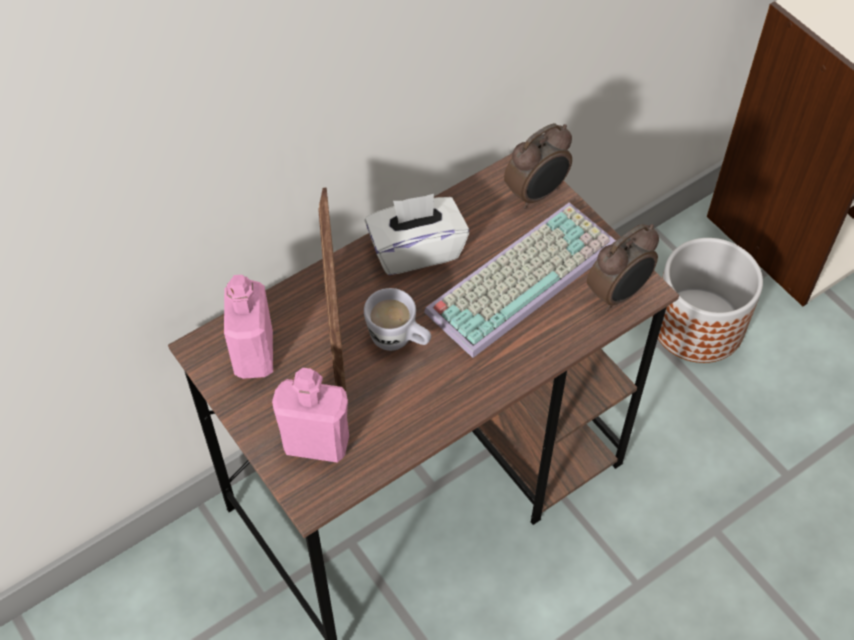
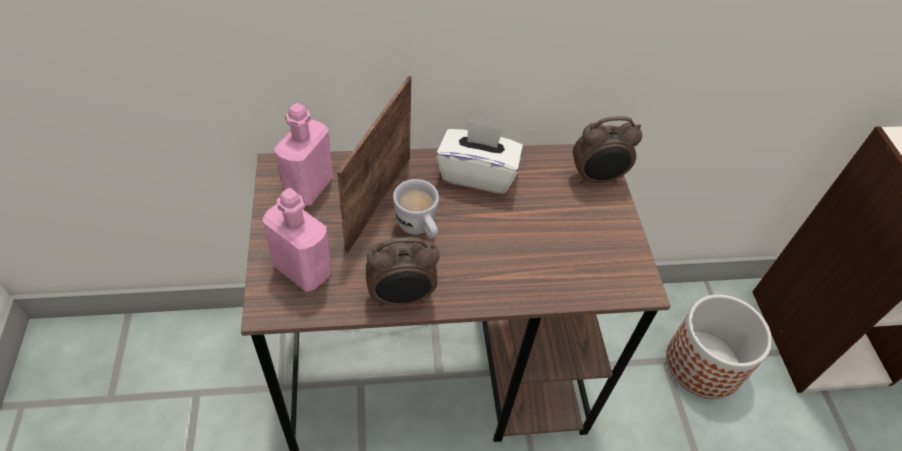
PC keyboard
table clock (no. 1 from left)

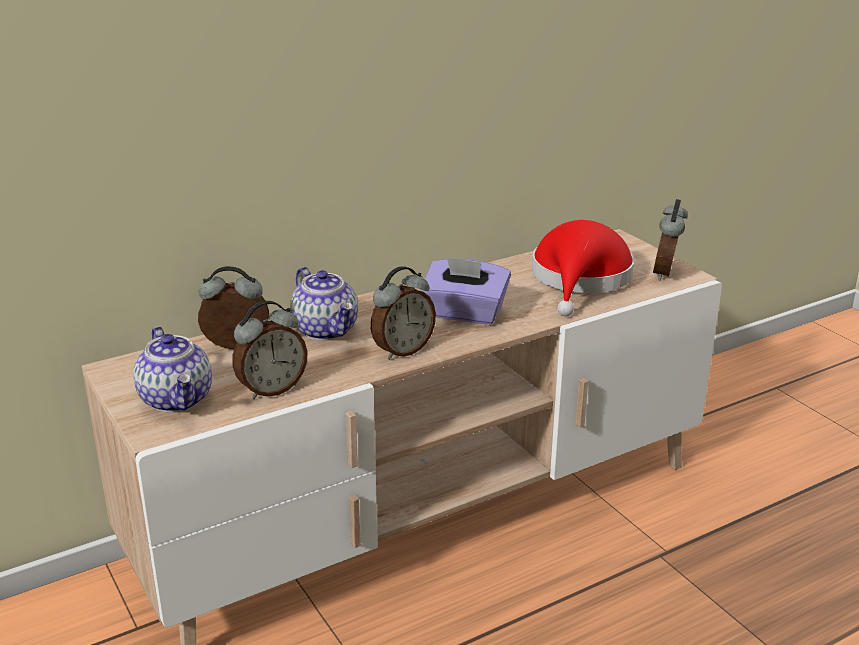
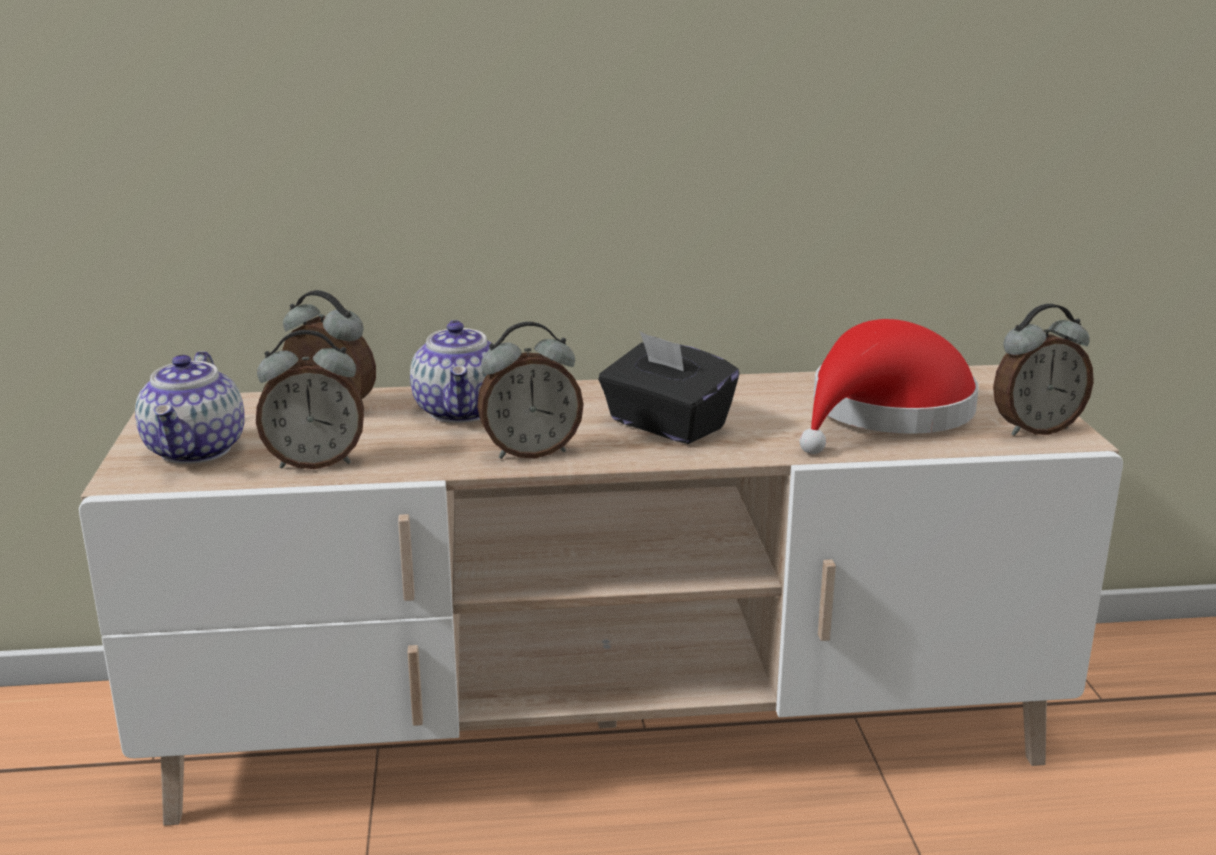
table clock (no. 4 from left)
blackish tissue holder

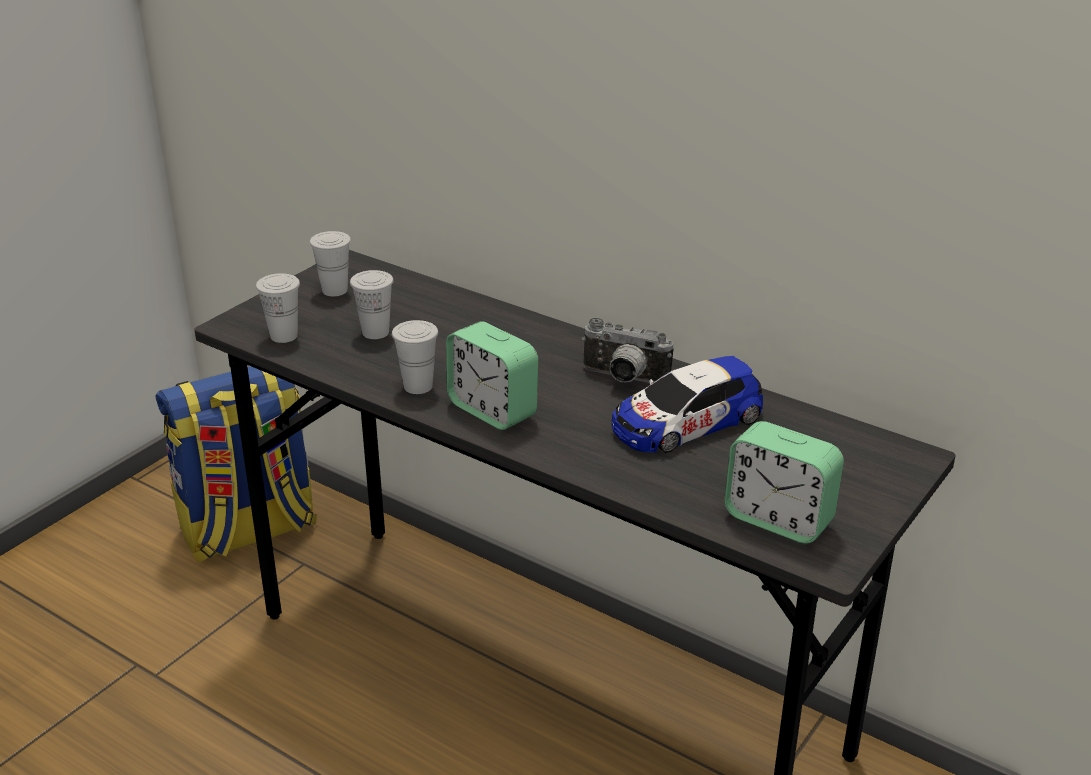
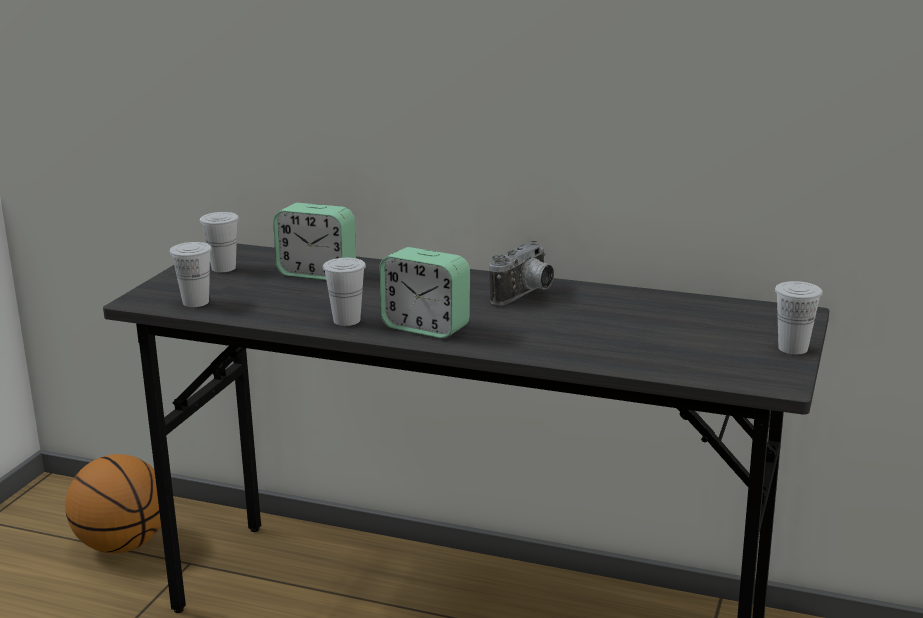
white-coloured cup (no. 4 from left)
photo camera
toy car
basketball ball
table clock (no. 1 from left)

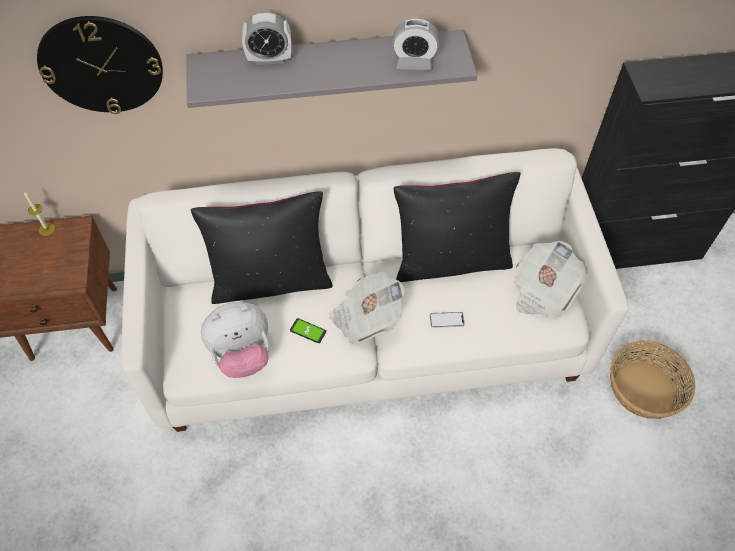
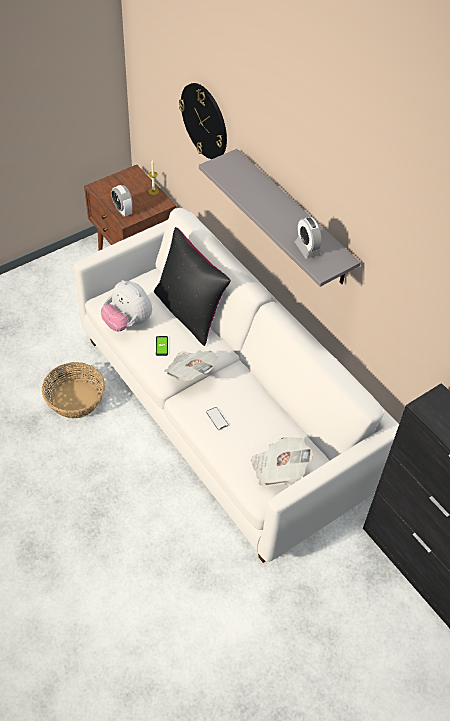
table clock (no. 1 from left)
blackish throw pillow (no. 2 from left in the first image)
storage basket

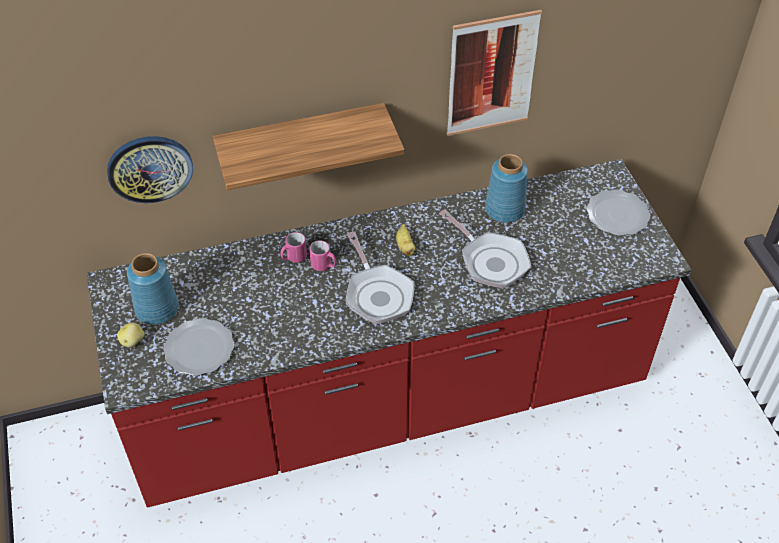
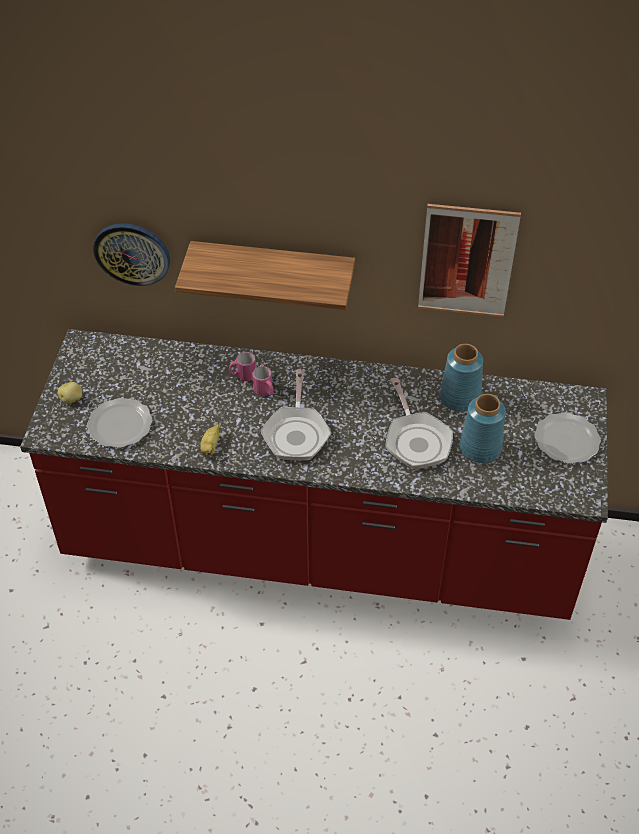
whole banana
blue decorative vase (no. 2 from left)

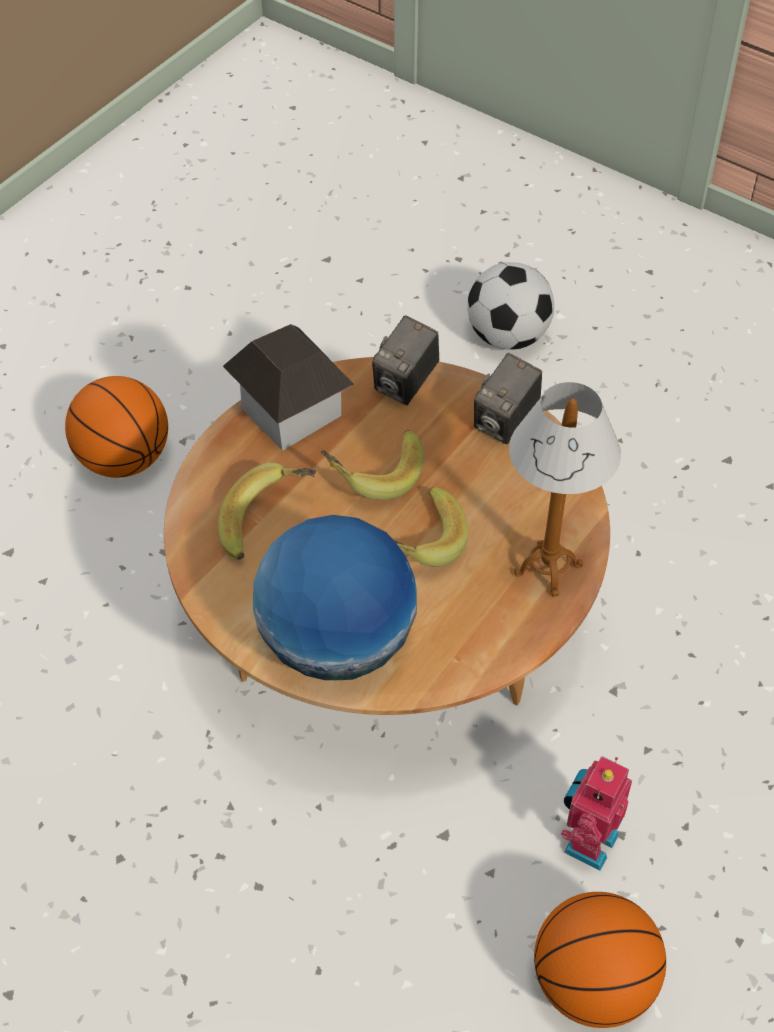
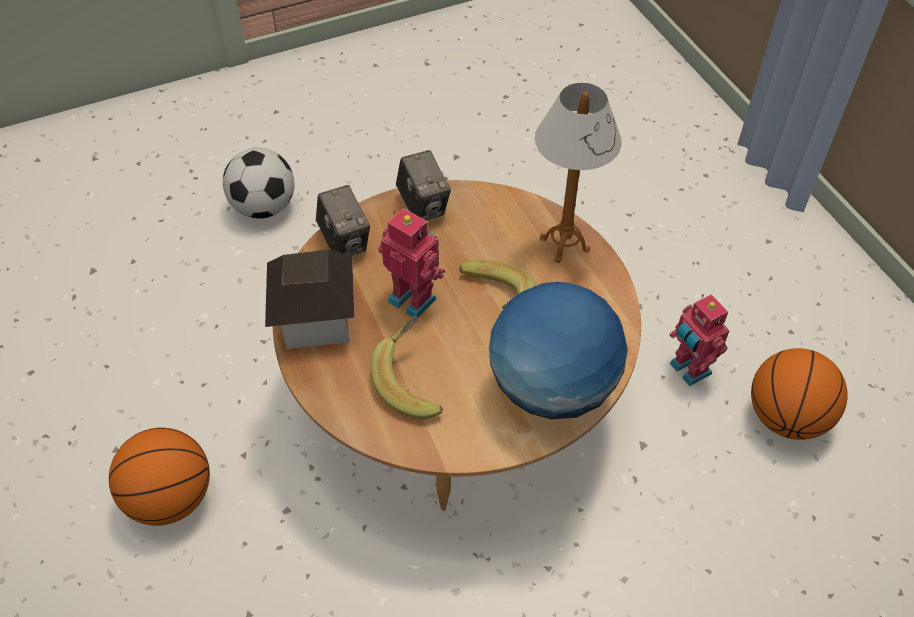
toy robot (no. 1 from left)

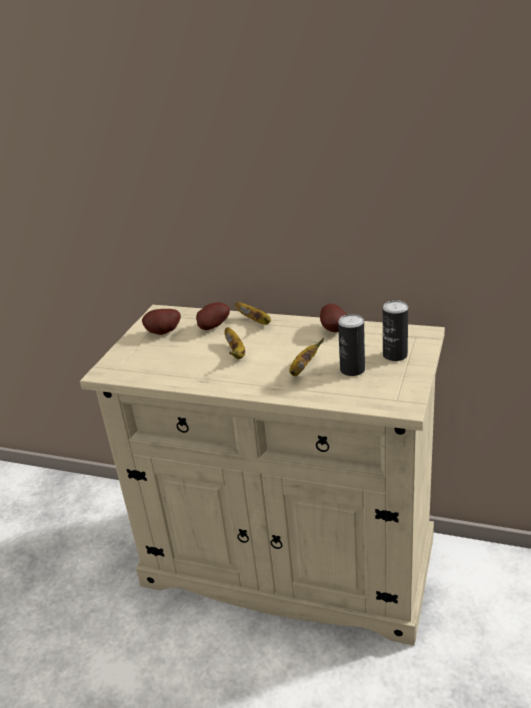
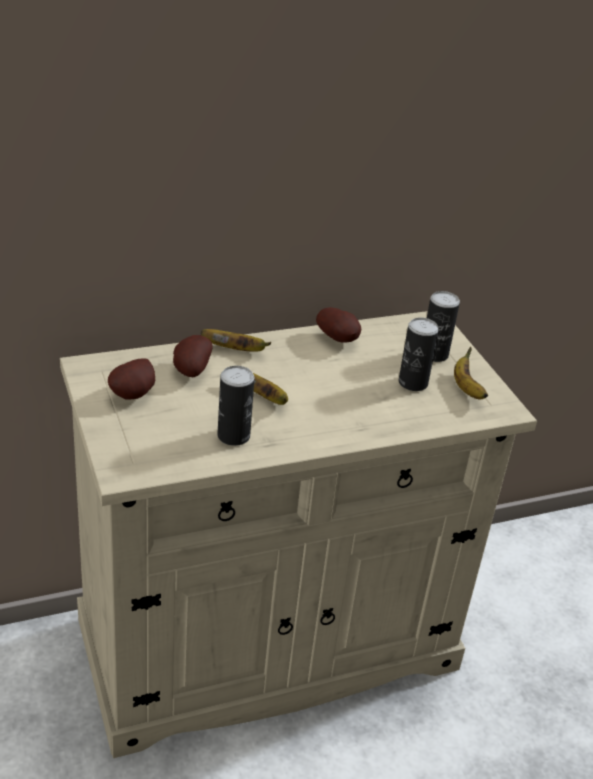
whole banana (no. 3 from left)
metal can (no. 1 from left)

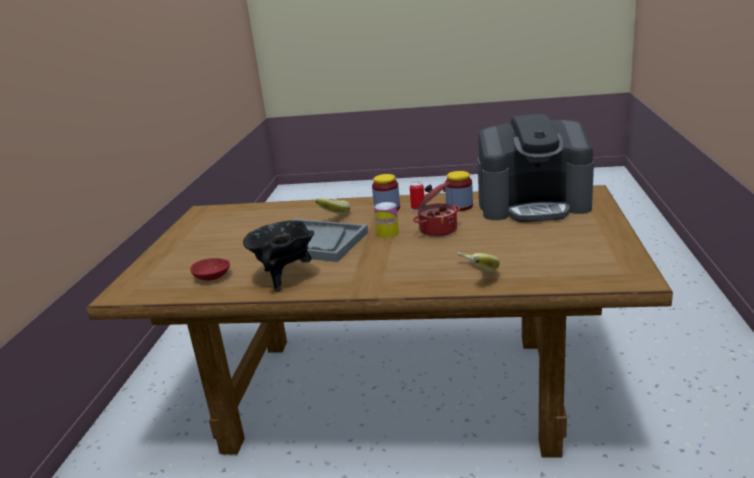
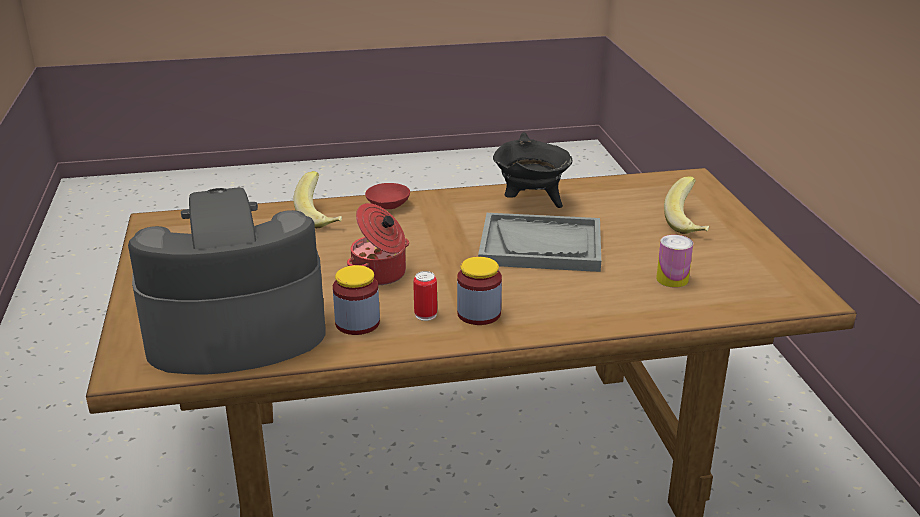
whole banana (no. 2 from left)
metal can (no. 2 from left)
red-coloured deep dish

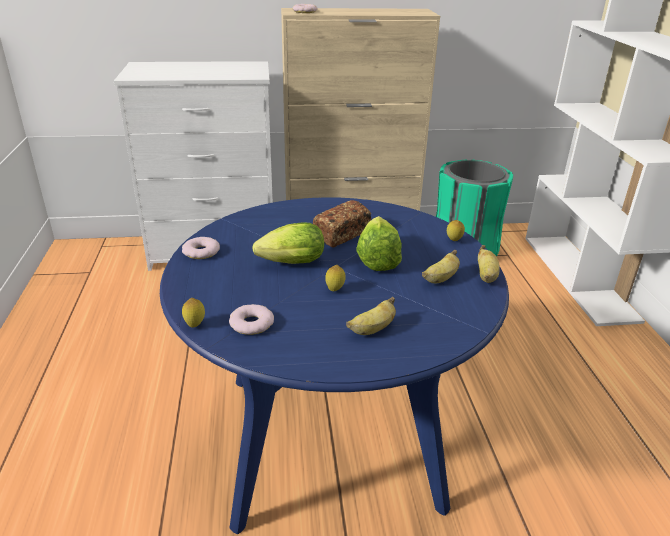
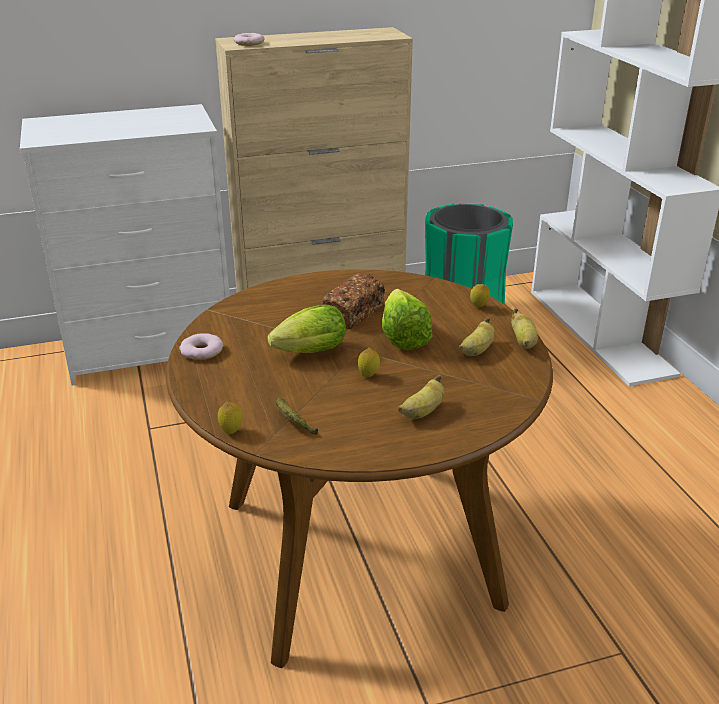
brown dining table
whole banana (no. 1 from left)

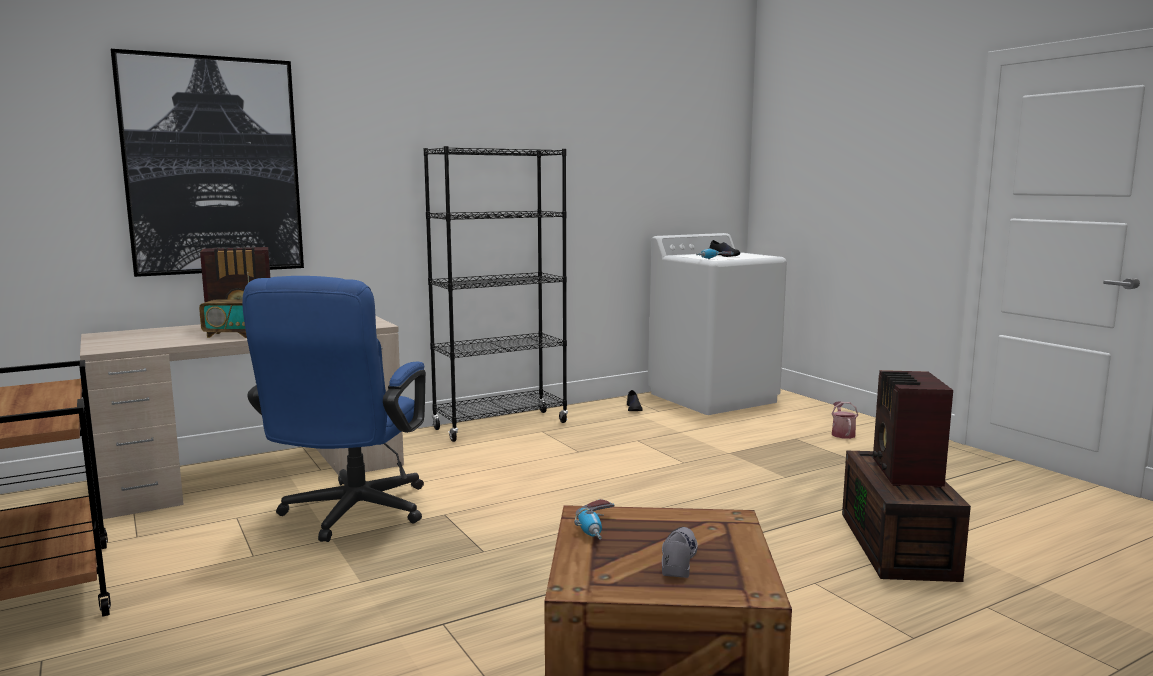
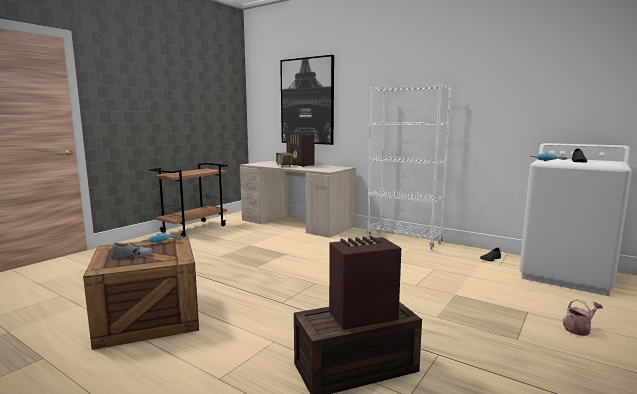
white-coloured bookcase
blue computer chair

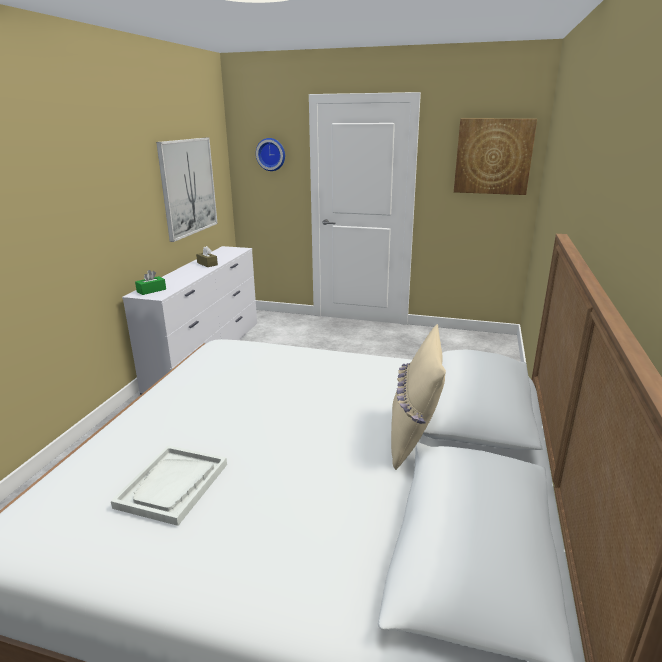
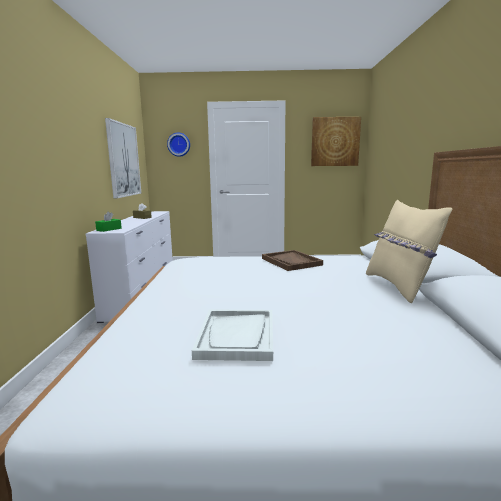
brown carrying tray

